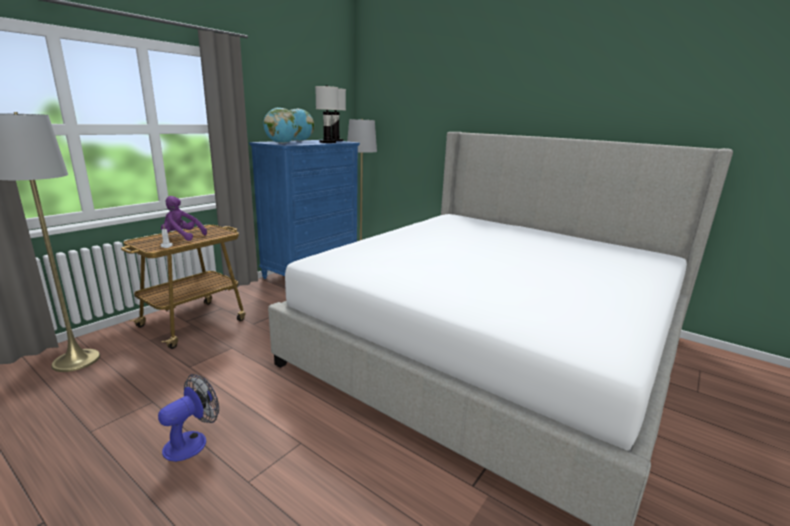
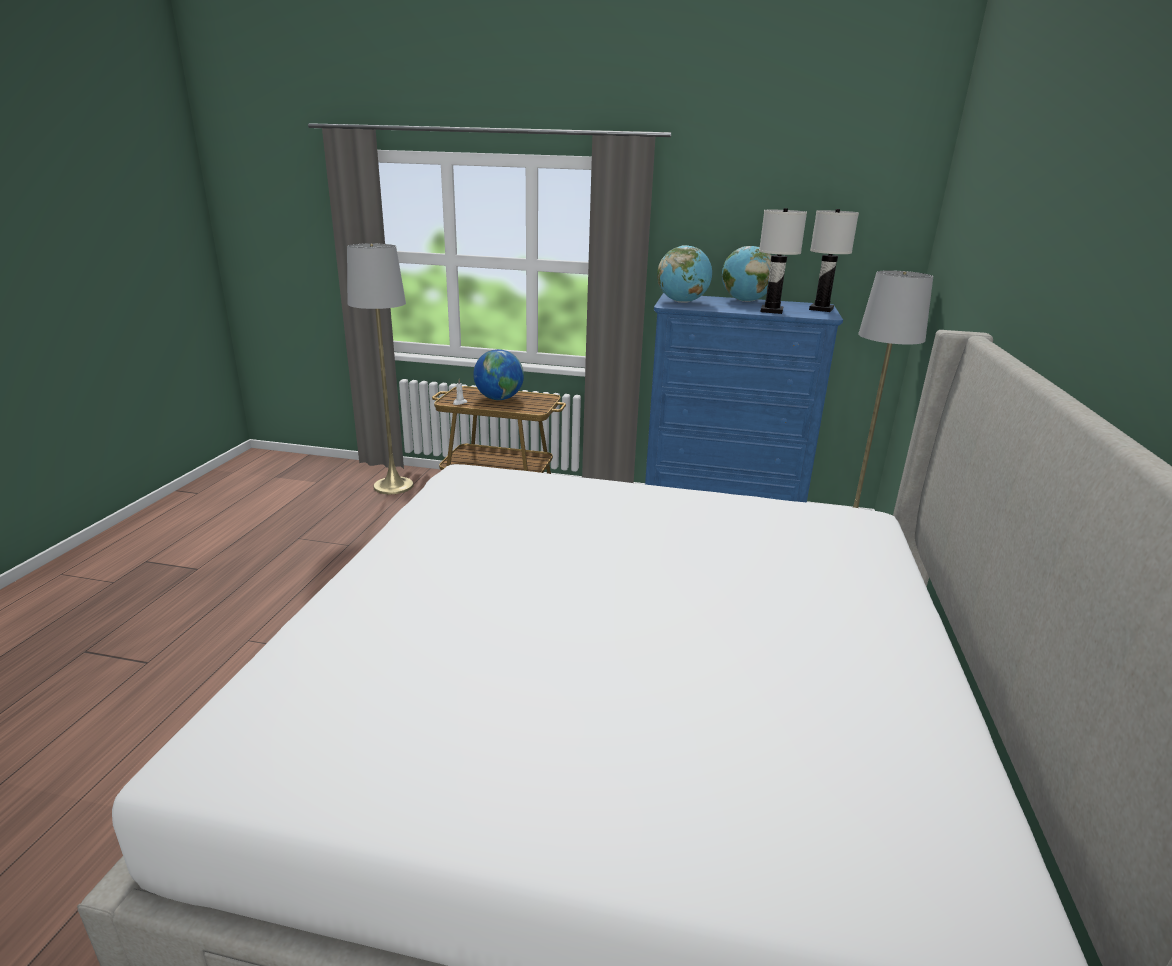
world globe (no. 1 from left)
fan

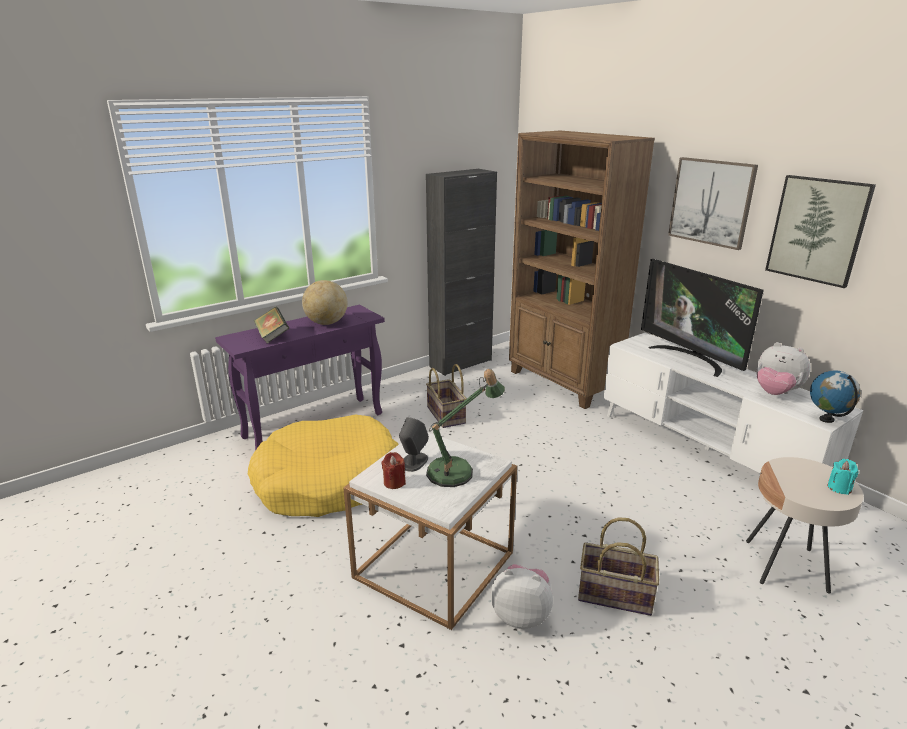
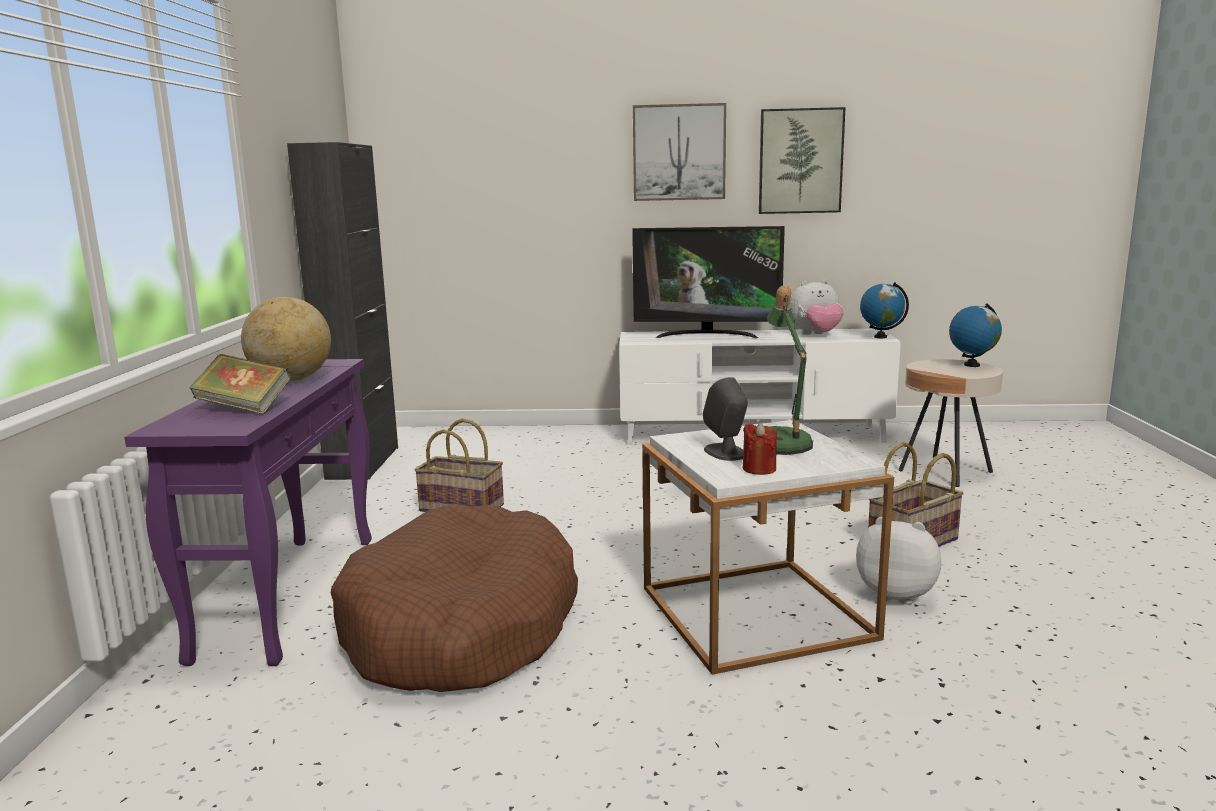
brown bookcase
brown dog cushion
world globe (no. 3 from left)
soft toy (no. 2 from left)

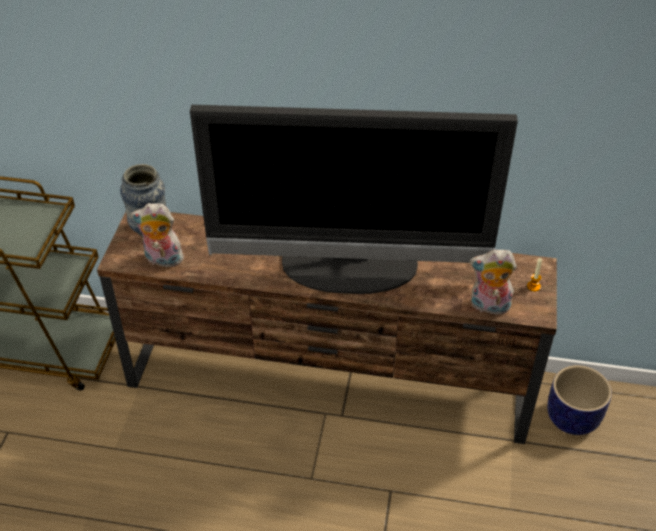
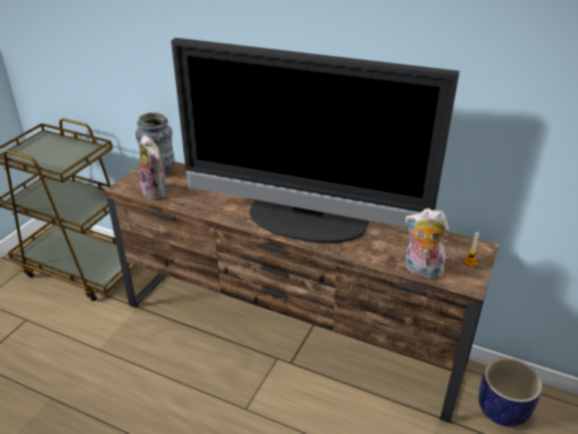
soft toy (no. 1 from left)

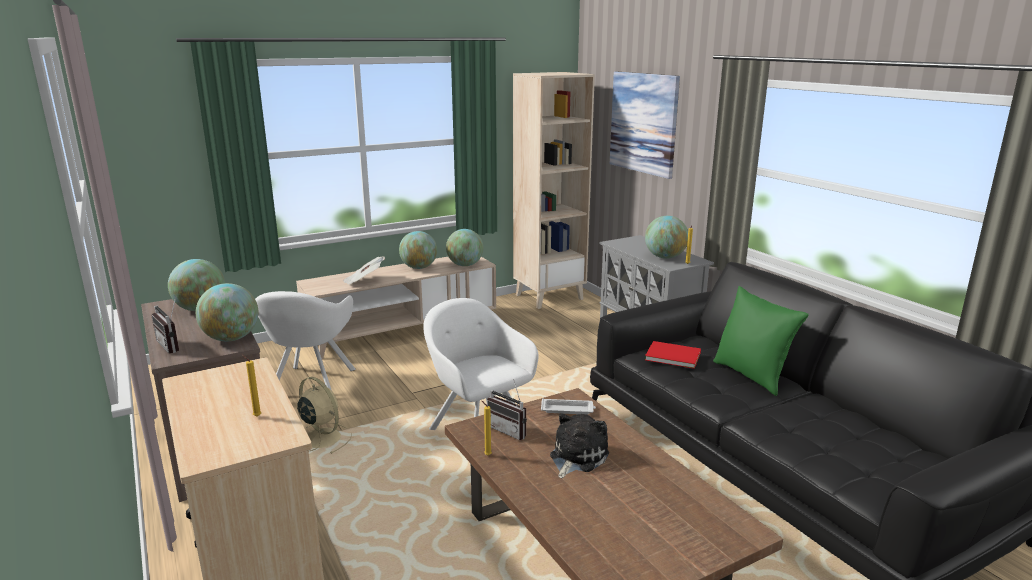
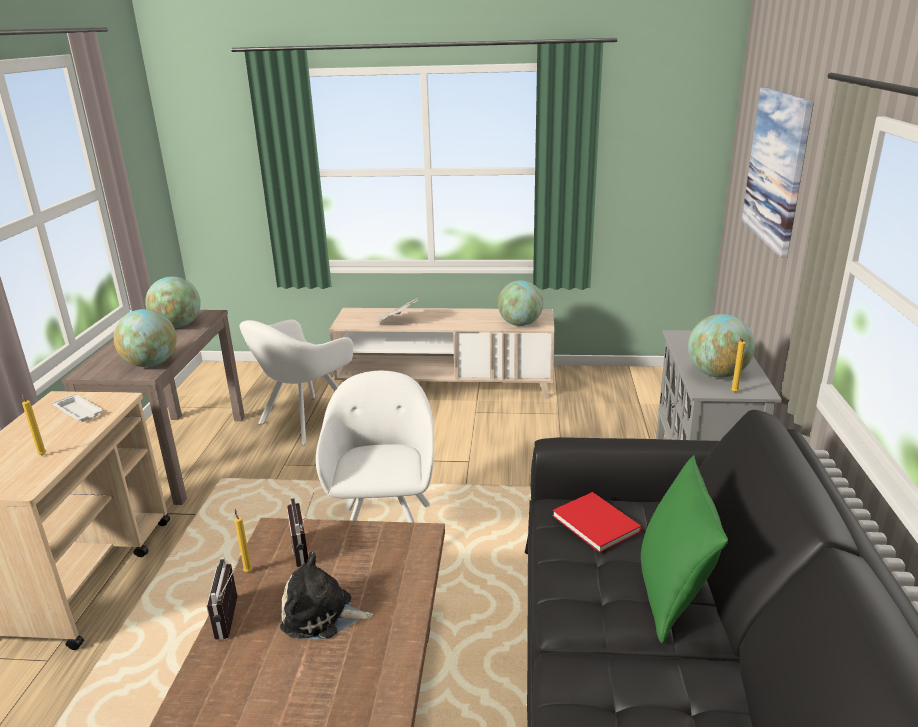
beige-coloured bookcase
world globe (no. 3 from left in the first image)
radio receiver (no. 1 from left)
beige-coloured fan
white-coloured carrying tray
soft toy

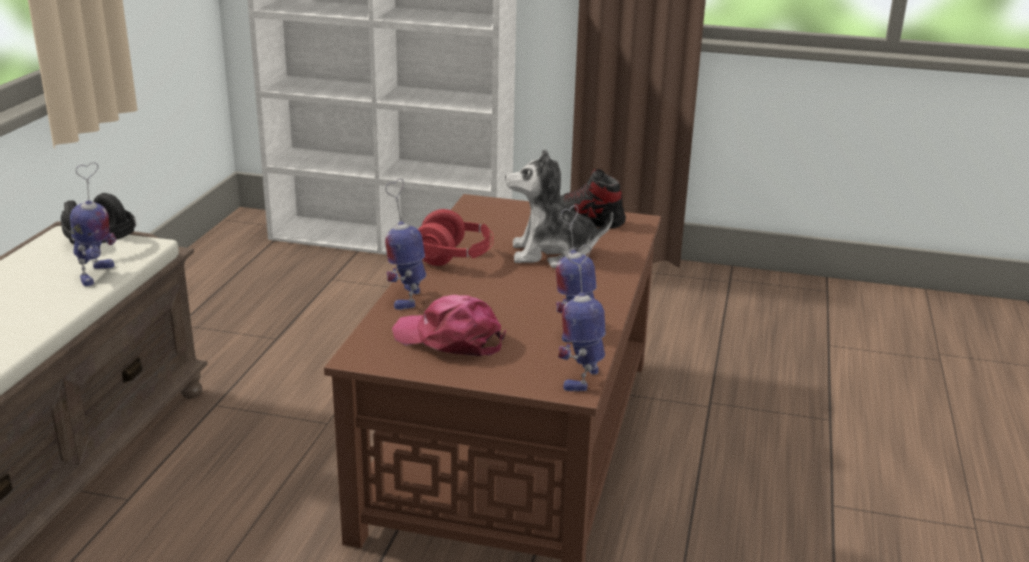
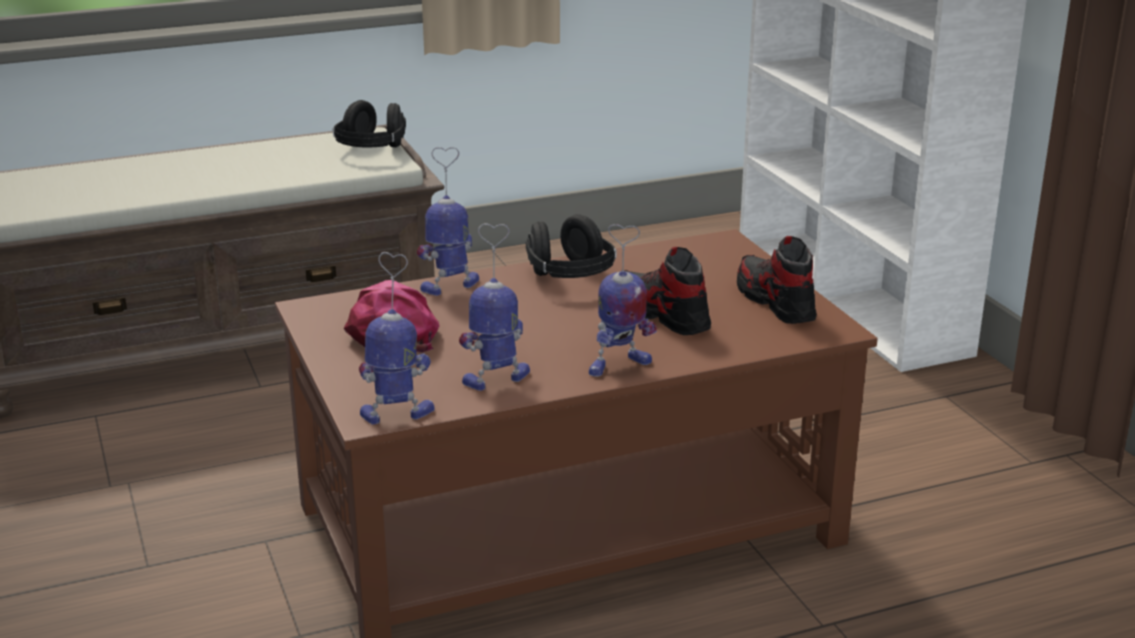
item of footwear (no. 1 from left)
toy robot (no. 4 from left)
blackish headphones (no. 2 from left)

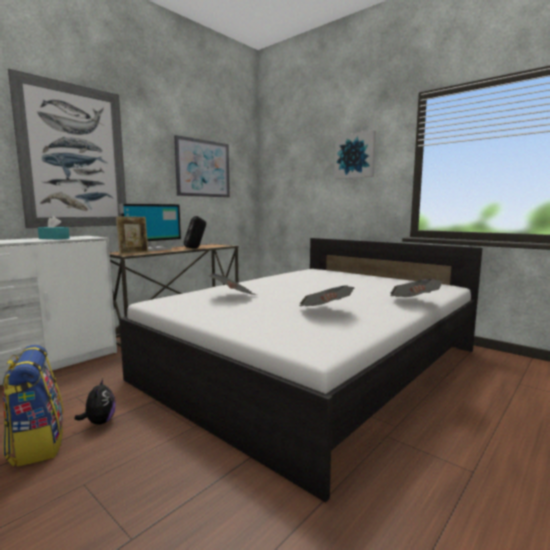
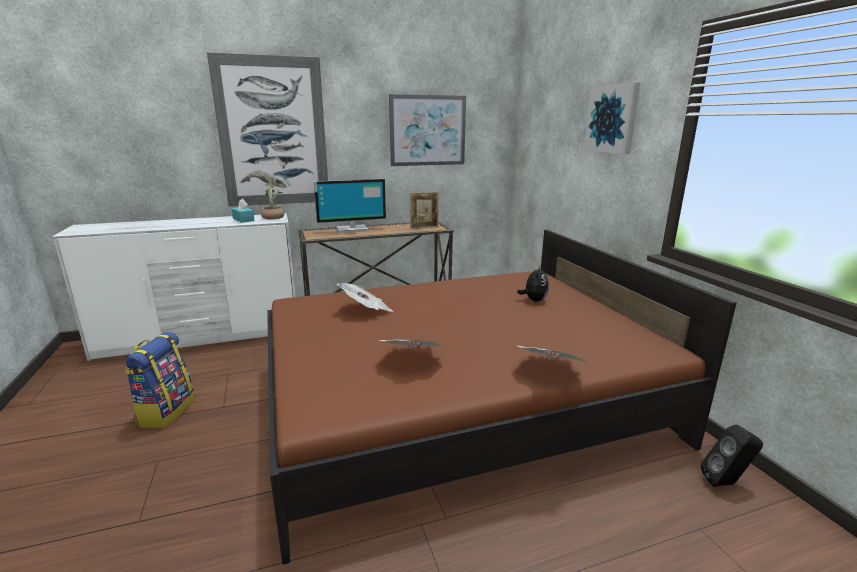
standing frame
blackish speaker
brown sleeping bed
soft toy
houseplant

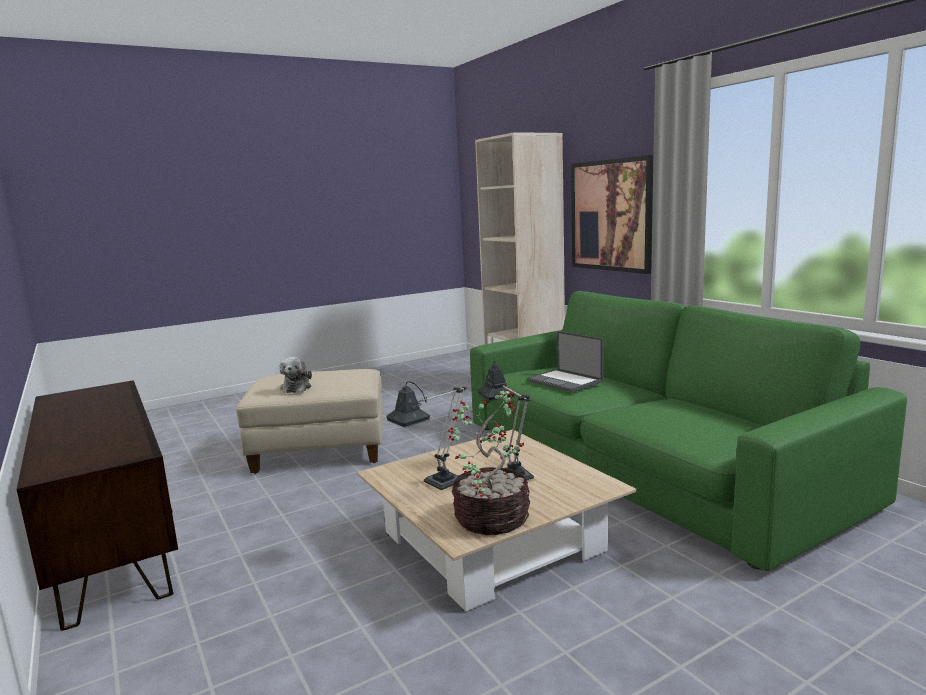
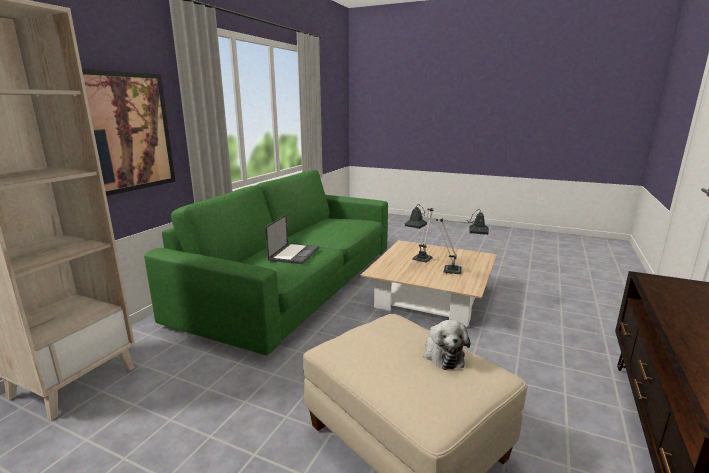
soft toy
houseplant

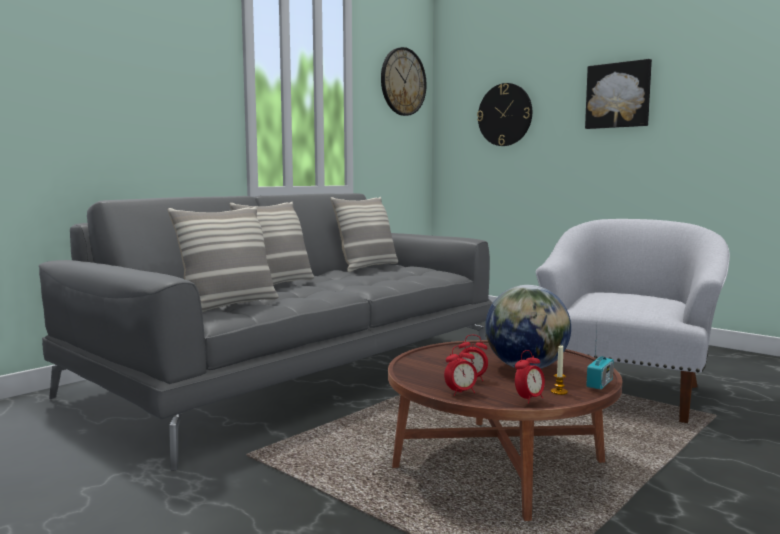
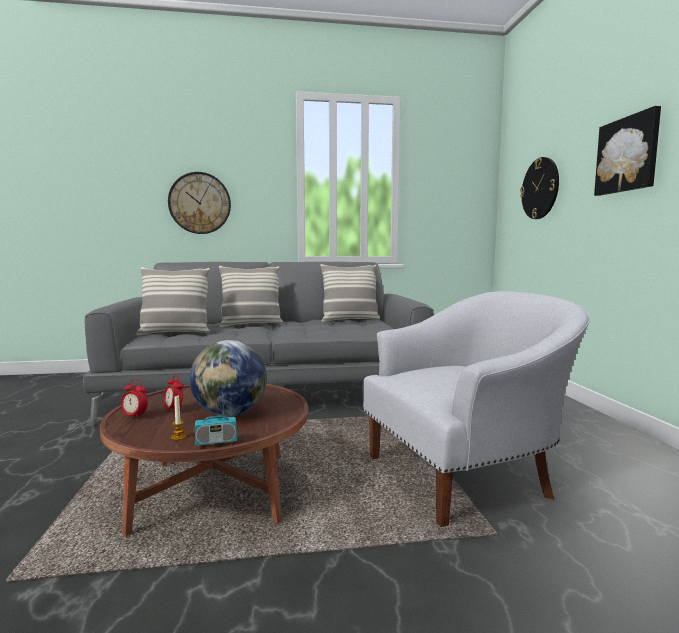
clock on the wall (no. 1 from left)
table clock (no. 3 from left in the first image)

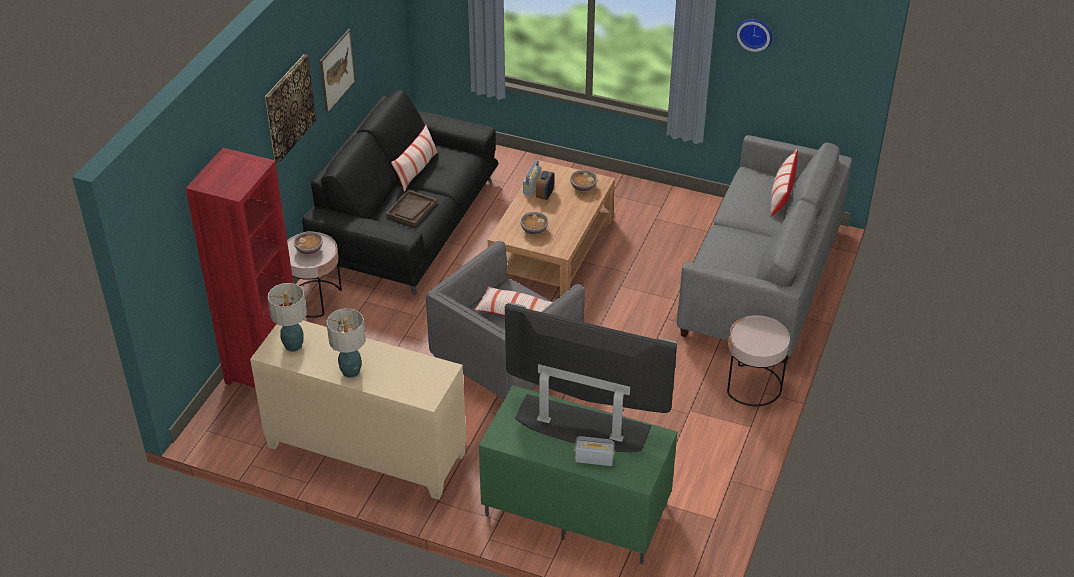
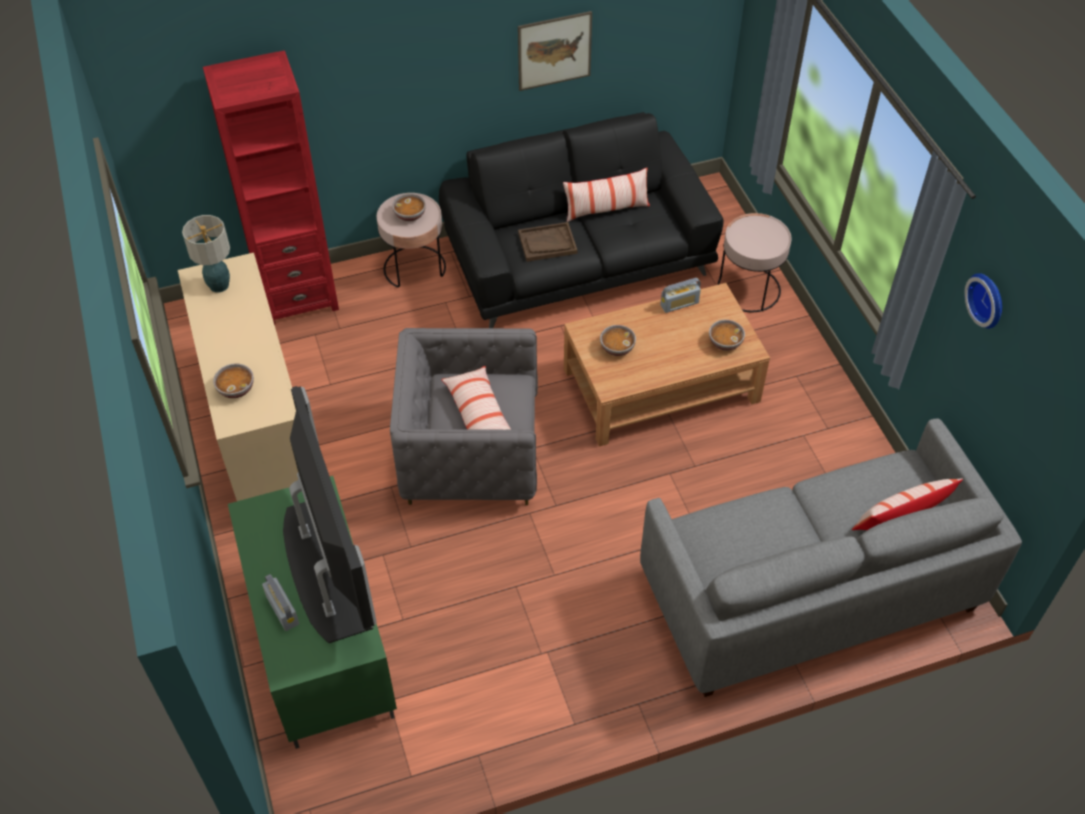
wall art (no. 1 from left in the first image)
table clock
table lamp (no. 2 from left in the first image)
pinkish accent table (no. 2 from left)
deep dish (no. 1 from left)

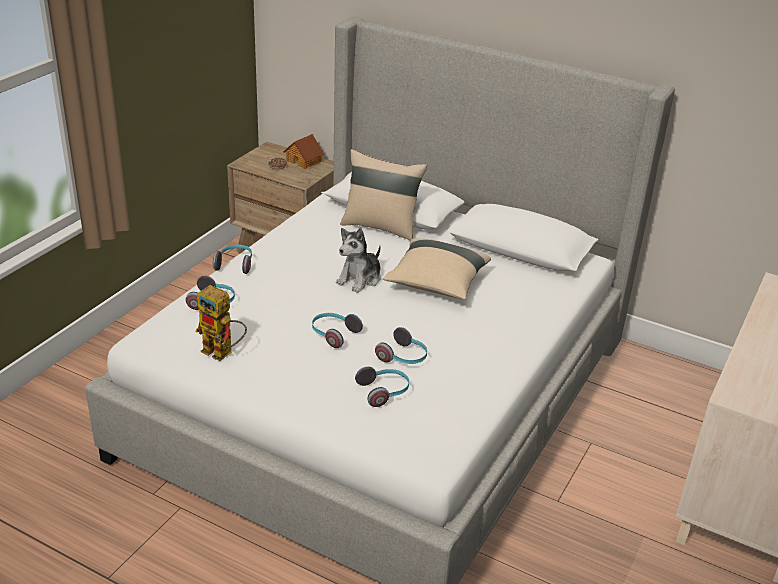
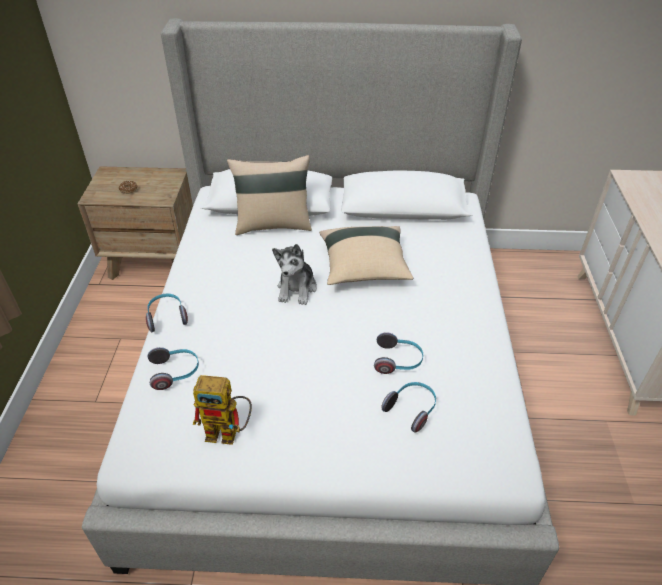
toy house
headphones (no. 3 from left in the first image)

